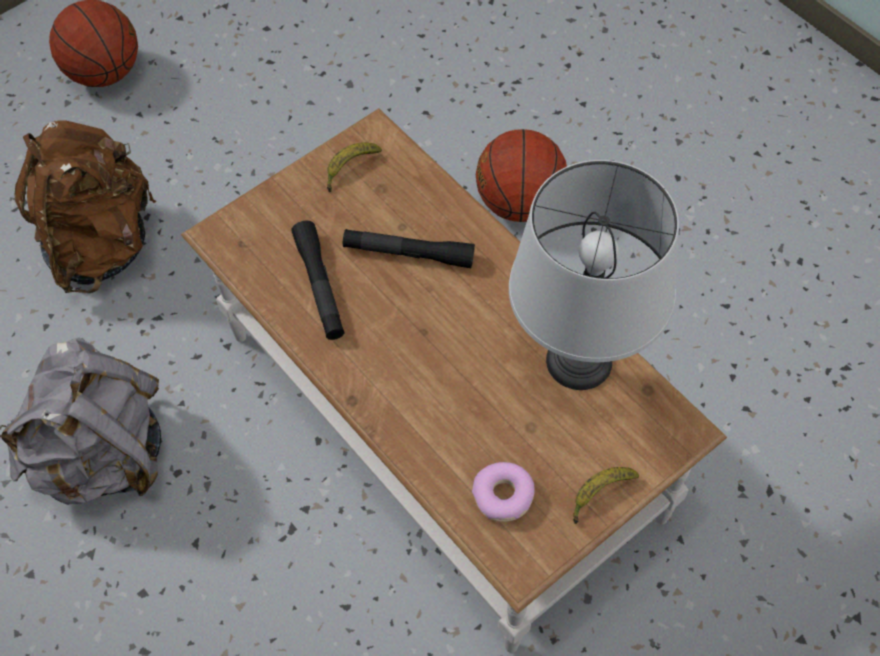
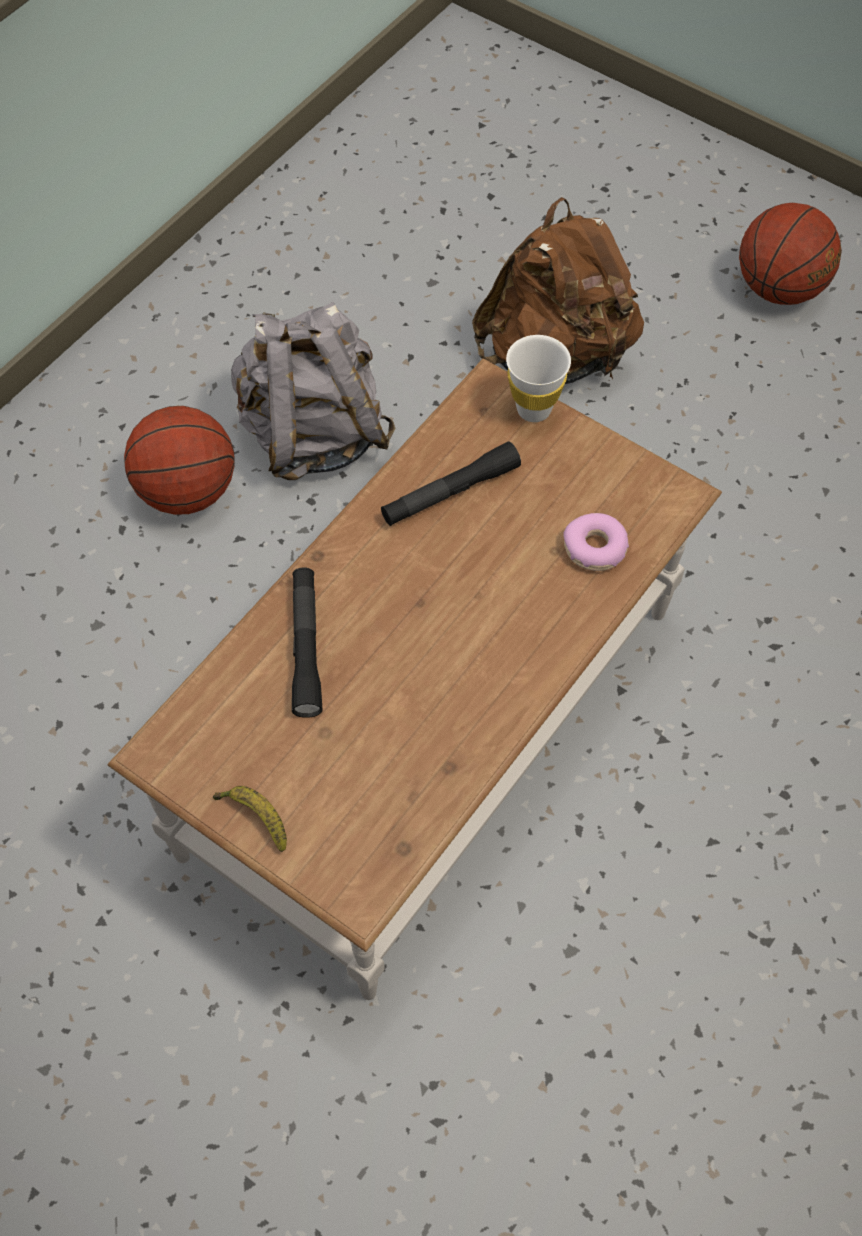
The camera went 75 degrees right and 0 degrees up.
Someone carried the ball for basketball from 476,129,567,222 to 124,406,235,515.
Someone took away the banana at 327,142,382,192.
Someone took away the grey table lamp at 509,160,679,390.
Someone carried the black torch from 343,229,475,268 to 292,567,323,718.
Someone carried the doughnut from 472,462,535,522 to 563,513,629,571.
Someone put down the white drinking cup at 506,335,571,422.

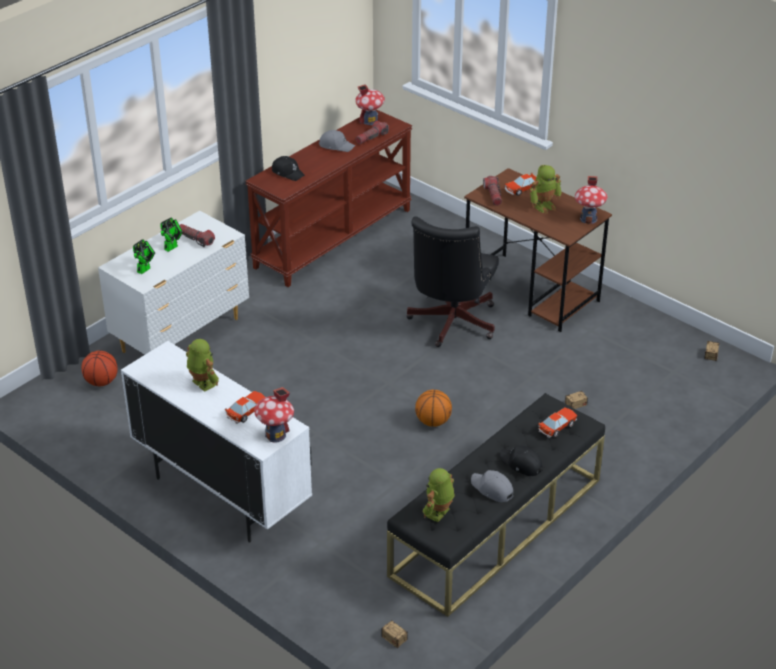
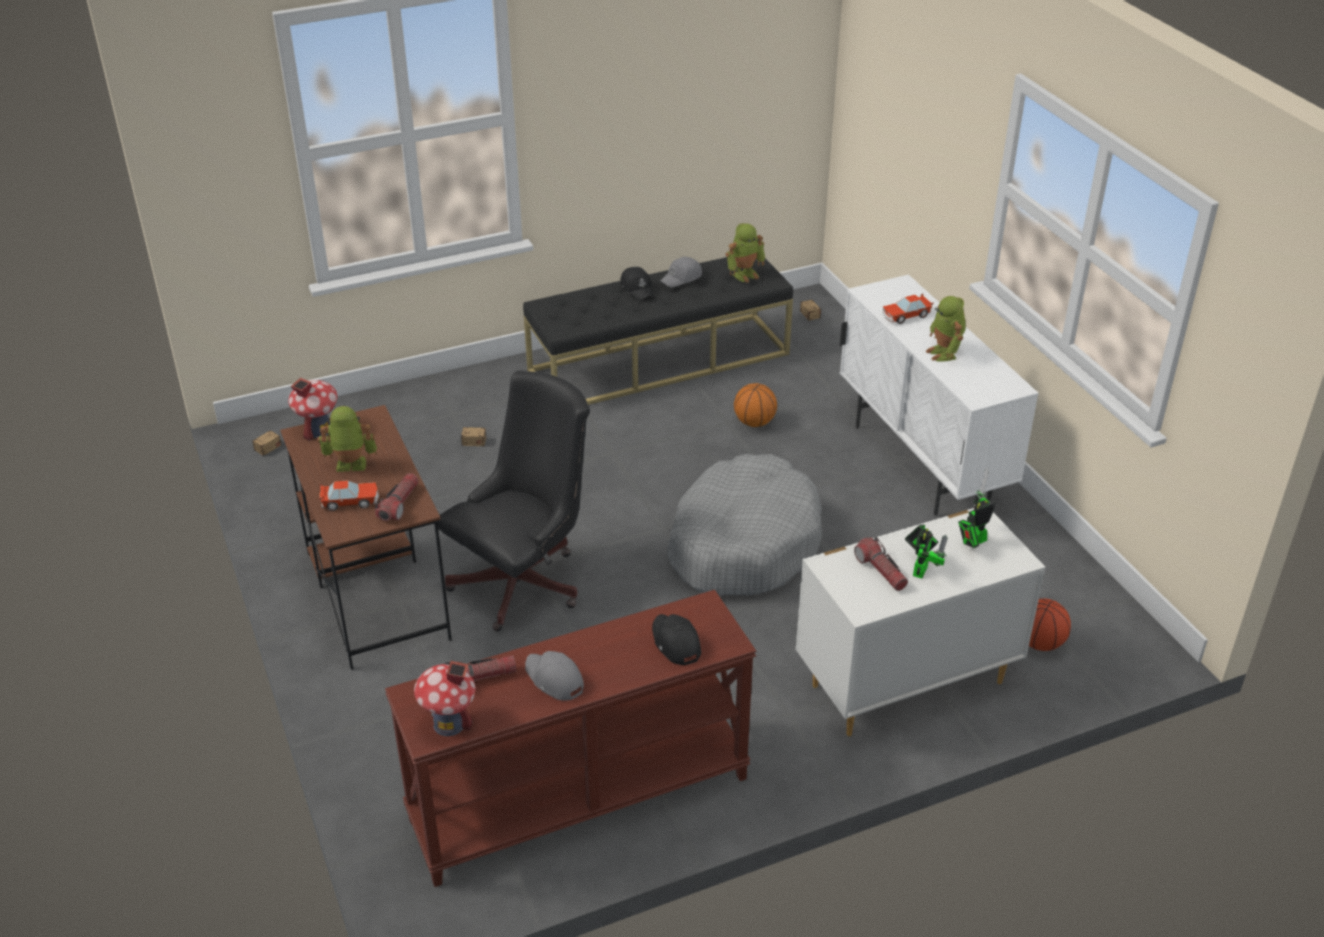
The camera went 155 degrees left and 0 degrees up.
Someone rotated the toy robot at 160,218,183,252 by 135 degrees clockwise.
Someone took away the miniature house at 254,387,294,443.
Someone carried the ball for basketball from 415,389,452,427 to 734,383,777,427.
Someone took away the toy car at 538,407,577,438.
Someone rotated the grey peaked cap at 471,470,513,502 by 75 degrees clockwise.
Someone put down the grey pet bed at 667,454,822,596.

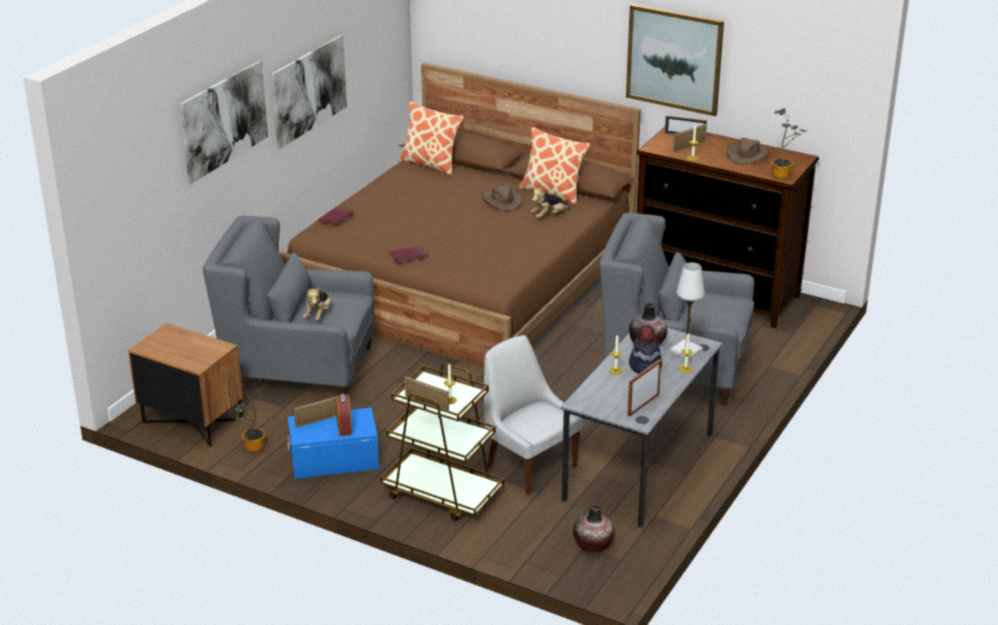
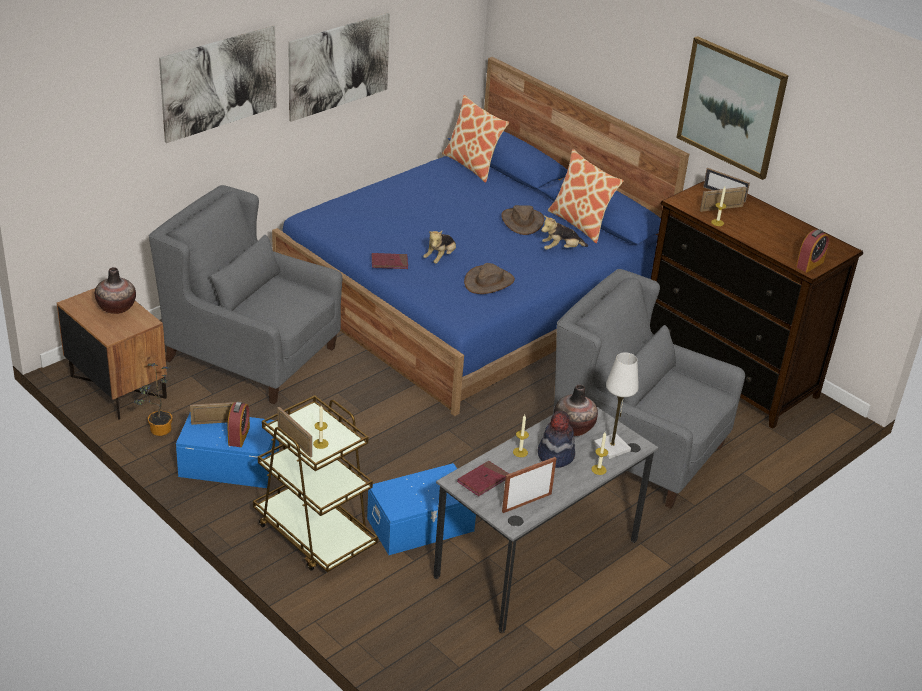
The camera went 15 degrees right and 5 degrees up.
Someone repainted the brown-coloured bedroom bed at 279,63,641,368, which became the bluish bedroom bed at 272,57,689,416.
Someone swapped the plant in a pot at 771,108,808,179 for the bedside clock at 796,229,829,272.
Someone carried the brown-coloured hat from 726,138,770,164 to 464,263,515,294.
Someone carried the red-coloured volume from 319,207,354,225 to 457,461,509,496.
Someone carried the cuddly toy from 303,287,331,321 to 423,231,456,264.
Someone swapped the white plain chair at 484,335,583,495 for the bluish storage bin at 367,463,476,555.
Someone carried the vase from 573,505,615,552 to 95,267,136,314.

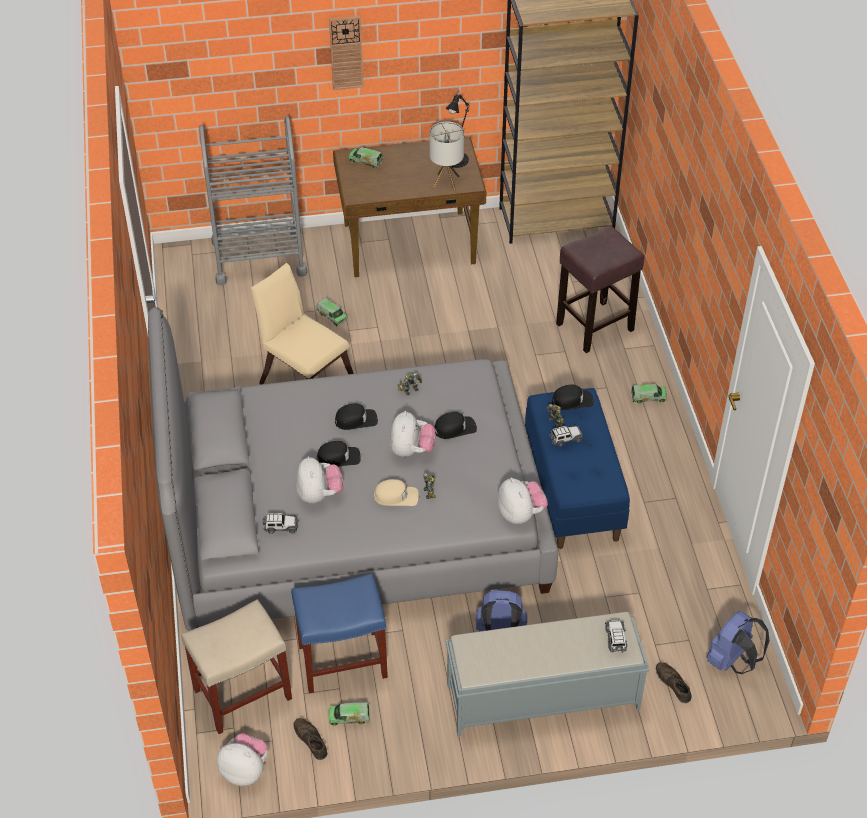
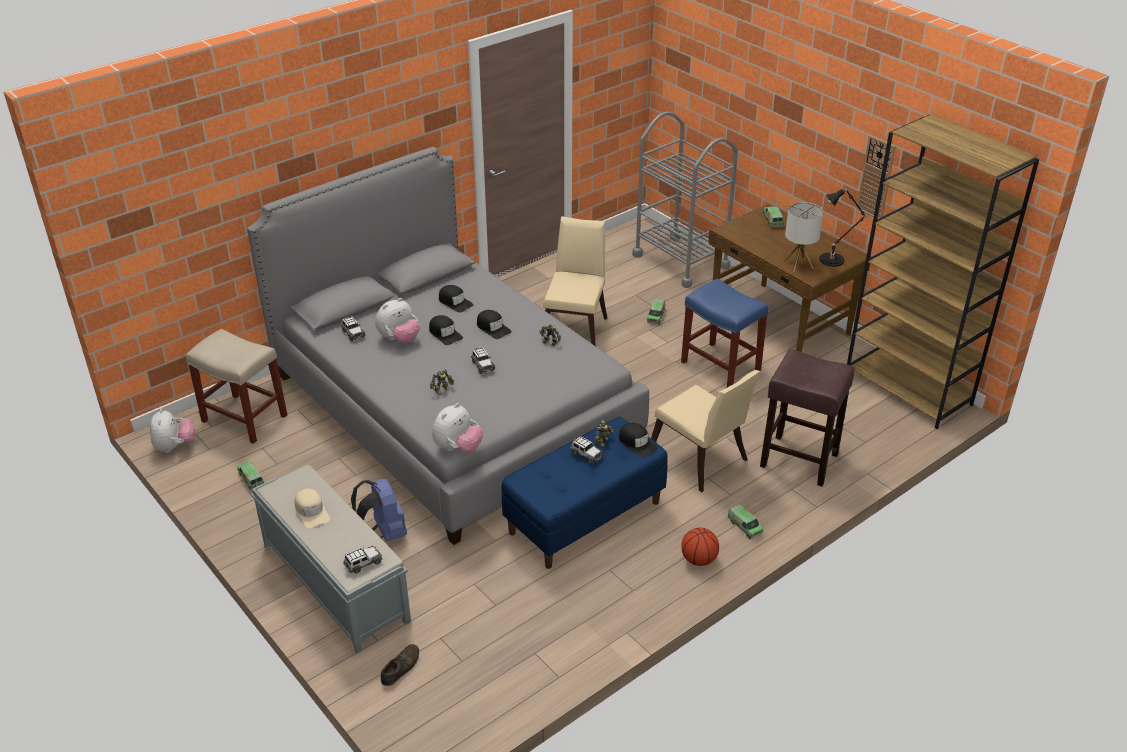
The camera went 60 degrees right and 10 degrees down.
Someone carried the wall clock from 329,16,363,90 to 857,135,896,219.
Someone swapped the cuddly toy at 389,411,435,457 for the toy car at 471,348,495,374.
Someone carried the black peaked cap from 434,412,477,439 to 439,285,473,313.
Someone carried the beige-coloured peaked cap from 374,479,419,506 to 294,489,330,528.
Someone carried the bluish stool seat from 291,573,388,693 to 681,279,769,387.
Someone took away the bluish knapsack at 707,611,769,674.
Someone took away the brown-coloured low shoe at 293,718,327,760.
Someone put down the beige-coloured plain chair at 651,370,760,492.
Someone put down the ball for basketball at 681,528,719,566.

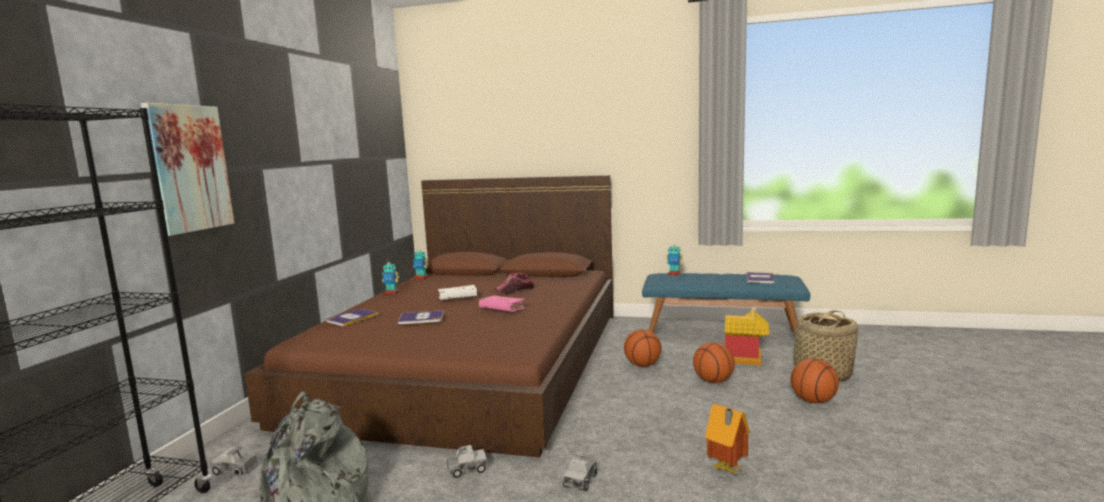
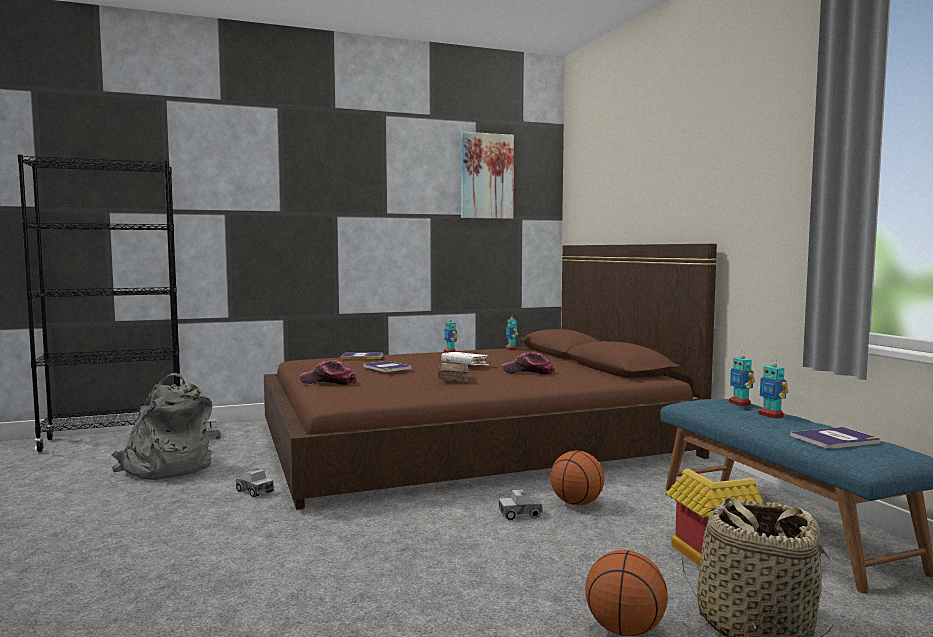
The camera went 55 degrees right and 5 degrees down.
Someone carried the picture from 141,103,234,236 to 461,132,514,219.
Someone repainted the pinkish volume at 479,295,526,312, which became the brown-coloured volume at 438,363,470,383.
Someone took away the ball for basketball at 693,342,735,383.
Someone took away the miniature house at 705,404,750,476.
Someone carried the toy truck from 563,455,597,491 to 499,489,543,521.
Someone put down the toy robot at 758,358,789,418.
Someone put down the peaked cap at 300,360,357,385.

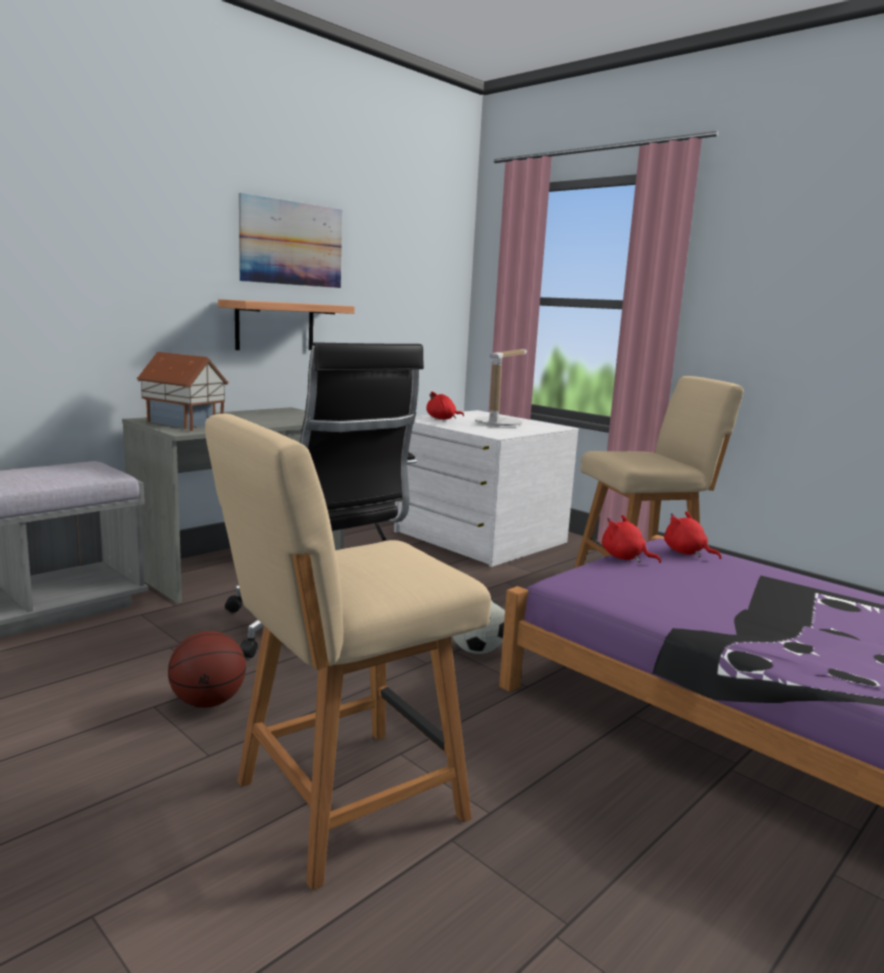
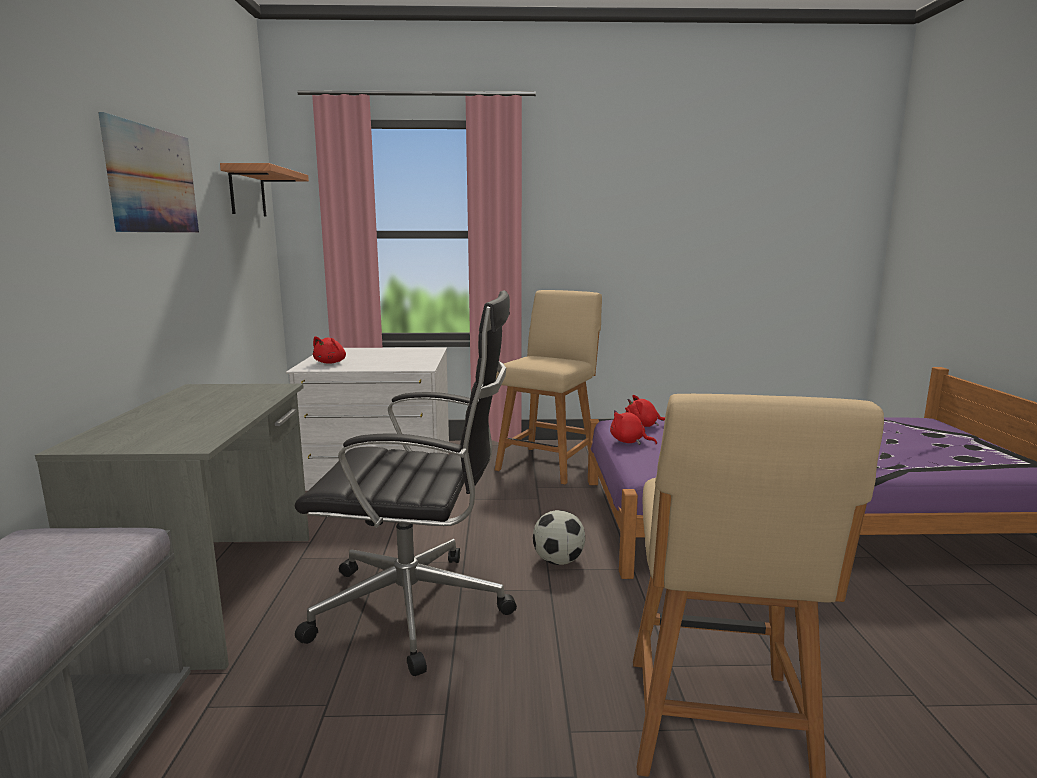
The camera went 45 degrees left and 0 degrees up.
Someone carried the bracket shelf from 218,299,355,350 to 220,163,309,217.
Someone took away the table lamp at 475,349,527,427.
Someone took away the miniature house at 137,352,229,431.
Someone rotated the red-coloured cuddly toy at 602,515,661,563 by 45 degrees clockwise.
Someone took away the ball for basketball at 168,631,246,708.

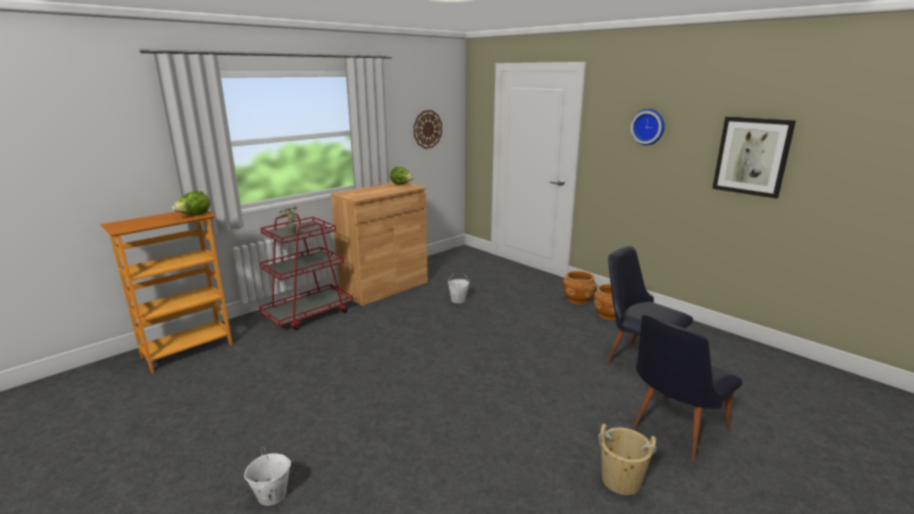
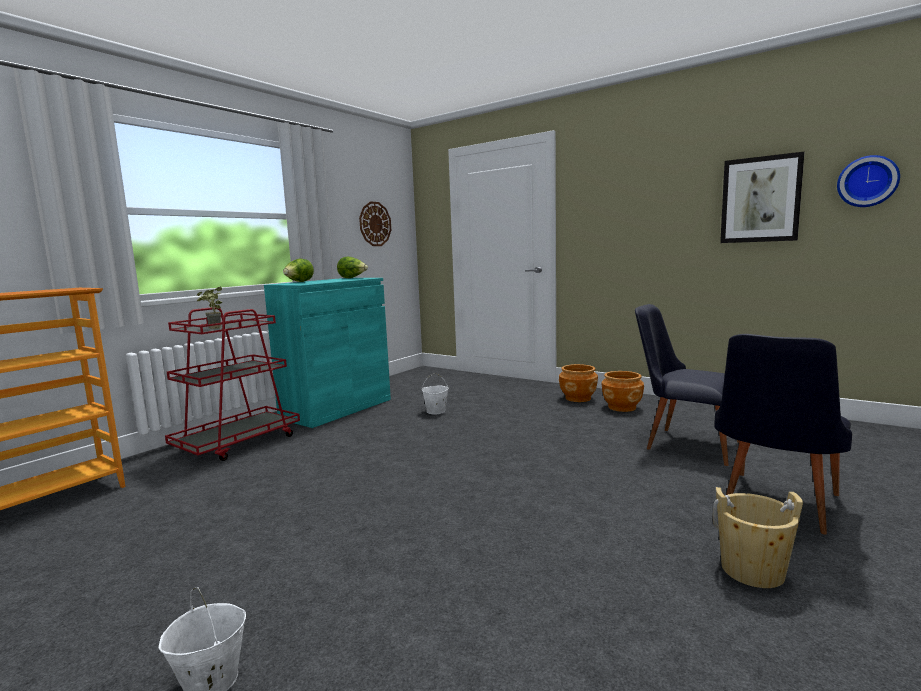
The camera went 10 degrees left and 10 degrees down.
Someone carried the wall clock from 631,109,665,145 to 837,155,900,207.
Someone repainted the brown-coloured storage cabinet at 331,182,428,306, which became the blue-green storage cabinet at 264,278,391,428.
Someone carried the lettuce head from 172,191,210,215 to 283,259,314,282.

